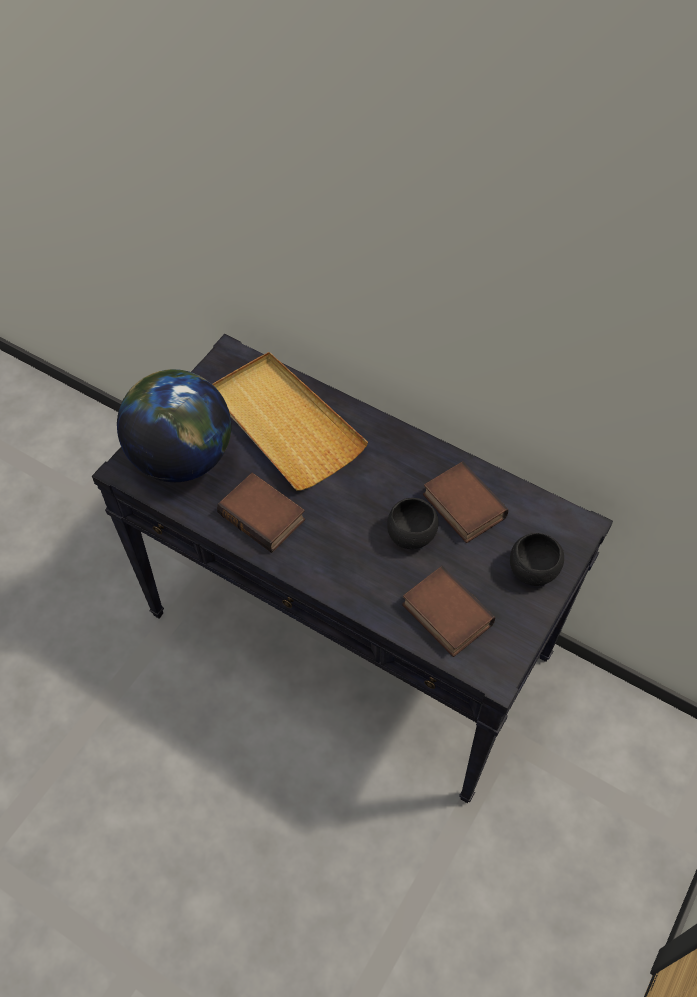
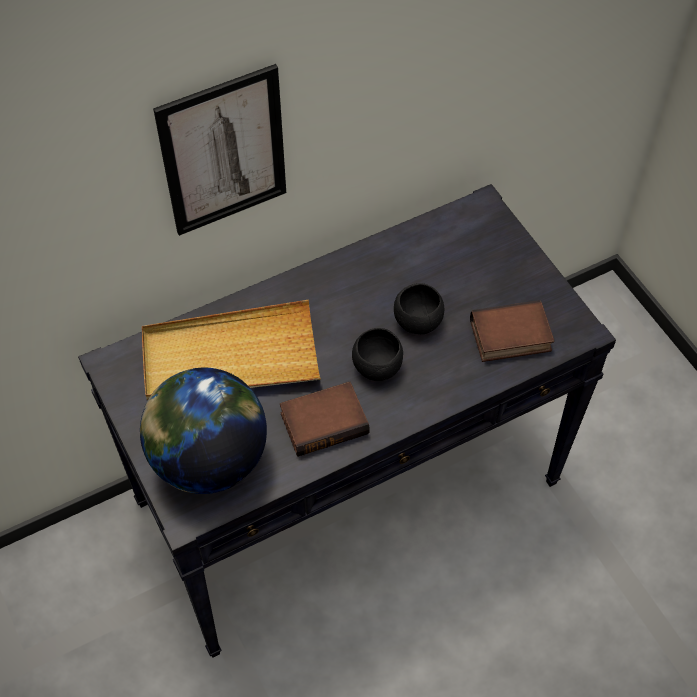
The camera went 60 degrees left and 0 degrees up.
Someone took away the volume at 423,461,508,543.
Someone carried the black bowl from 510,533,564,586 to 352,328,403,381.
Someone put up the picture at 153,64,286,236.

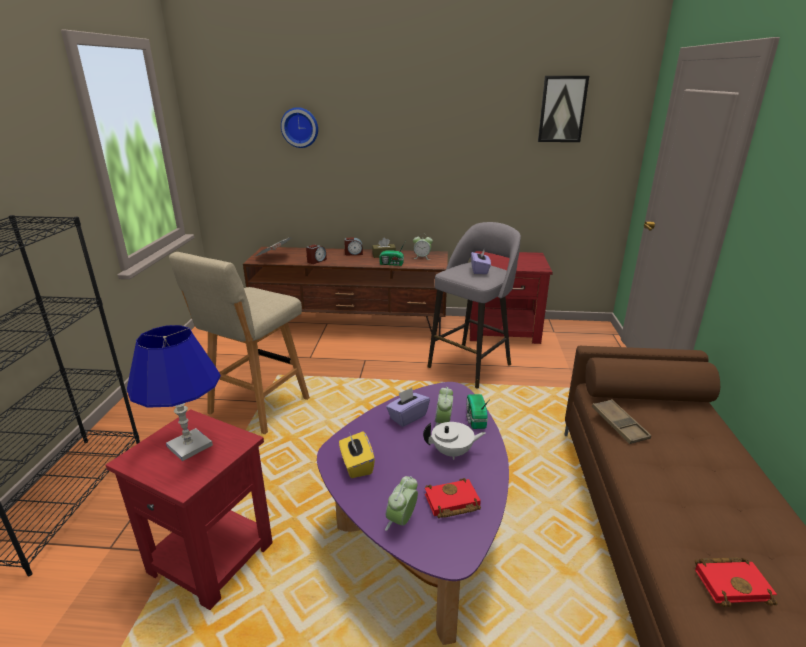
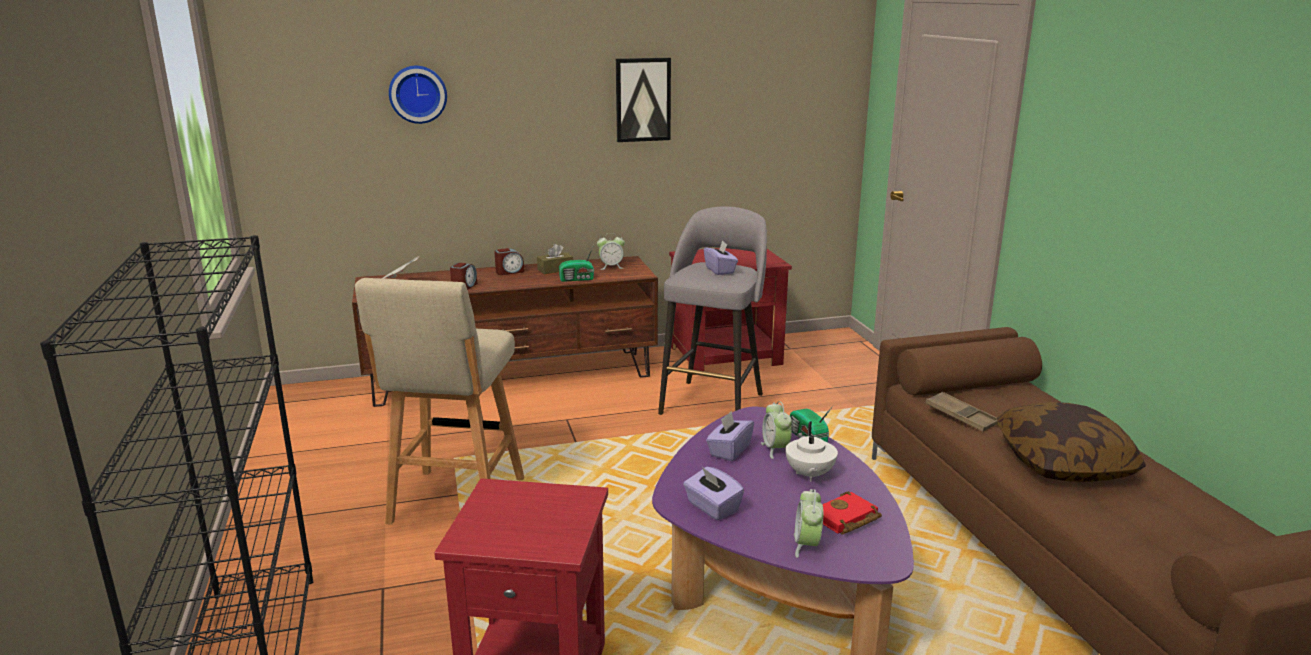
The camera went 20 degrees left and 5 degrees down.
Someone carried the picture from 538,76,589,142 to 616,58,671,142.
Someone took away the bluish table lamp at 127,325,221,461.
Someone rotated the white teapot at 423,422,486,460 by 120 degrees clockwise.
Someone repainted the yellow-coloured tissue box at 339,431,375,478, which became the purplish tissue box at 683,467,744,520.
Someone took away the red-coloured volume at 695,557,778,607.
Someone put down the cushion at 997,402,1146,482.

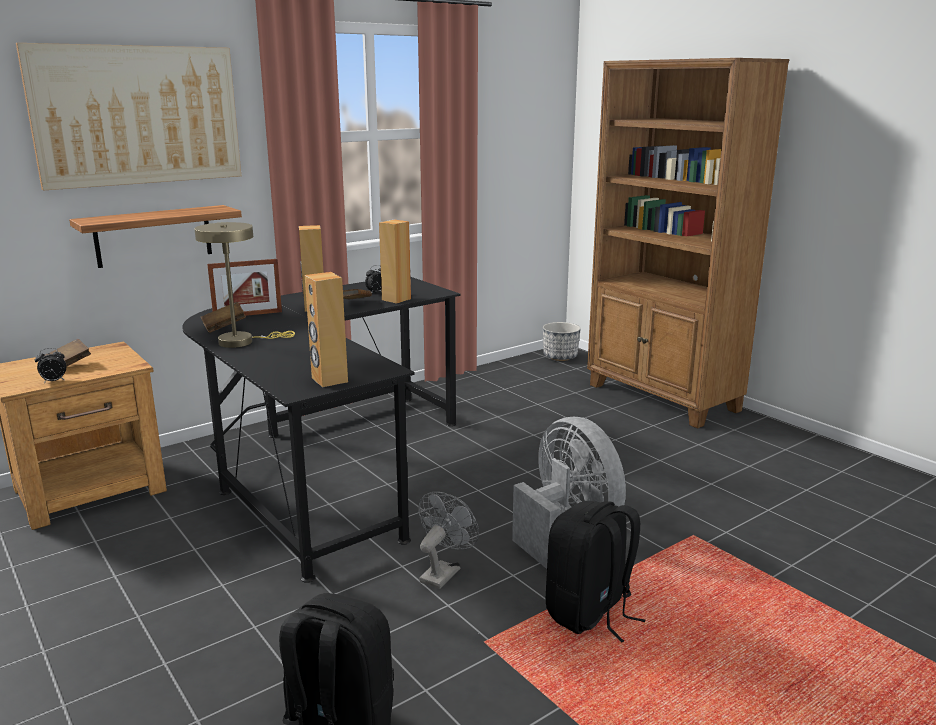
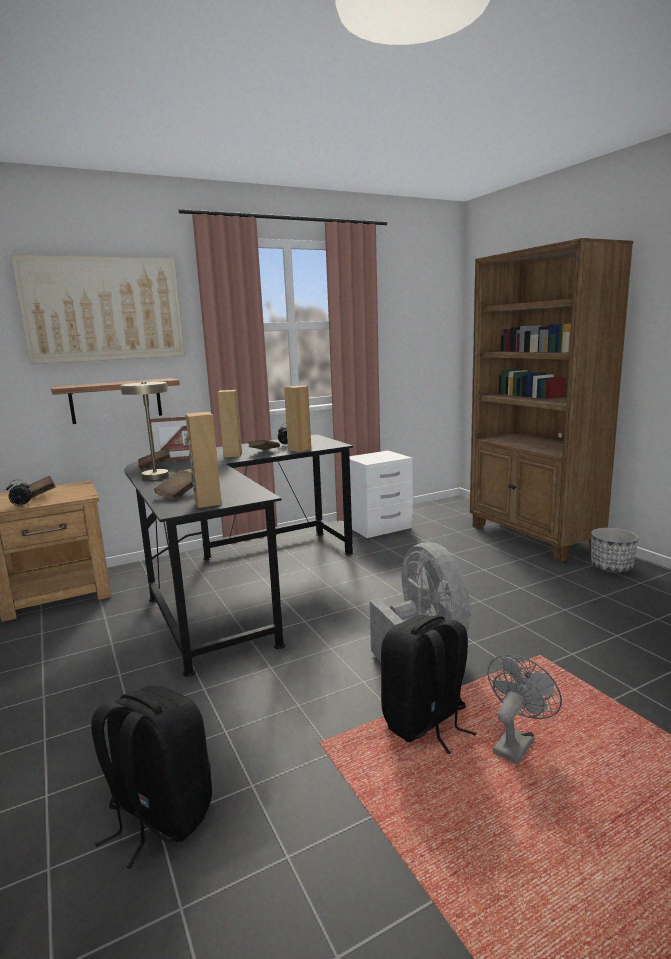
The camera went 10 degrees right and 5 degrees down.
Someone carried the plant pot from 543,322,581,361 to 591,528,639,573.
Someone carried the grey cooling fan from 418,492,479,589 to 487,654,562,764.
Someone put down the white night table at 350,451,413,538.
Someone put down the brown-coloured volume at 154,470,193,500.

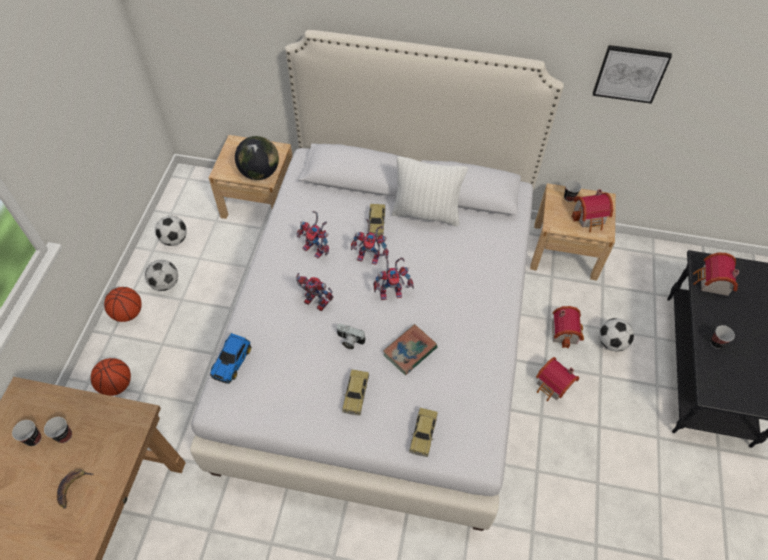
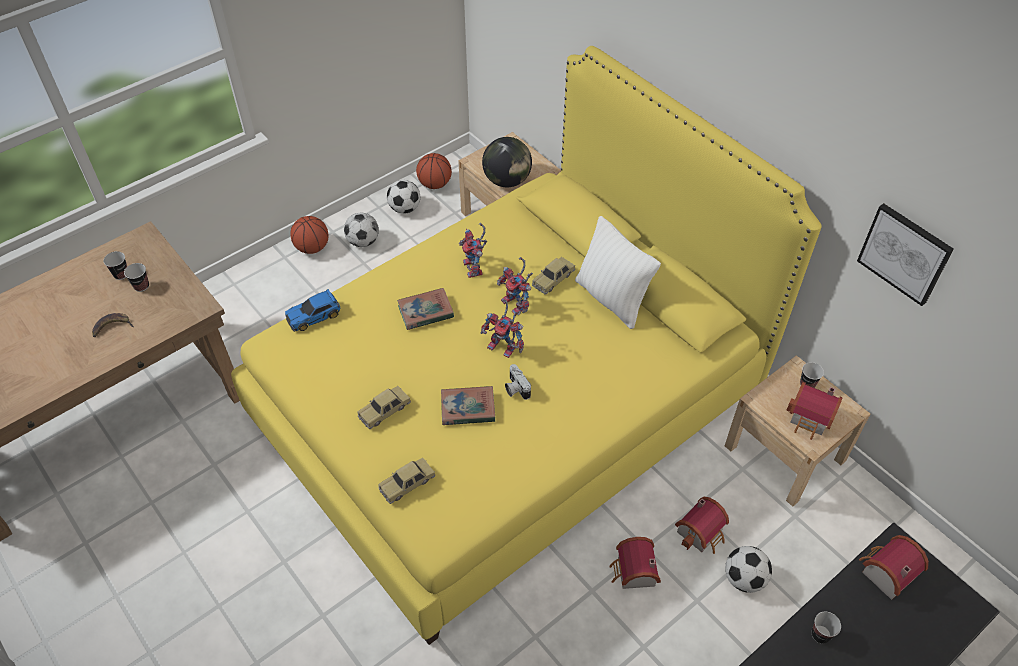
The camera went 40 degrees right and 5 degrees down.
Someone repainted the white bedroom bed at 190,30,564,531, which became the yellow-coloured bedroom bed at 231,46,822,645.
Someone swapped the toy robot at 295,273,334,311 for the volume at 397,288,454,330.
Someone carried the photo camera from 336,324,366,349 to 505,364,531,400.
Someone carried the ball for basketball from 91,358,131,396 to 416,153,452,189.

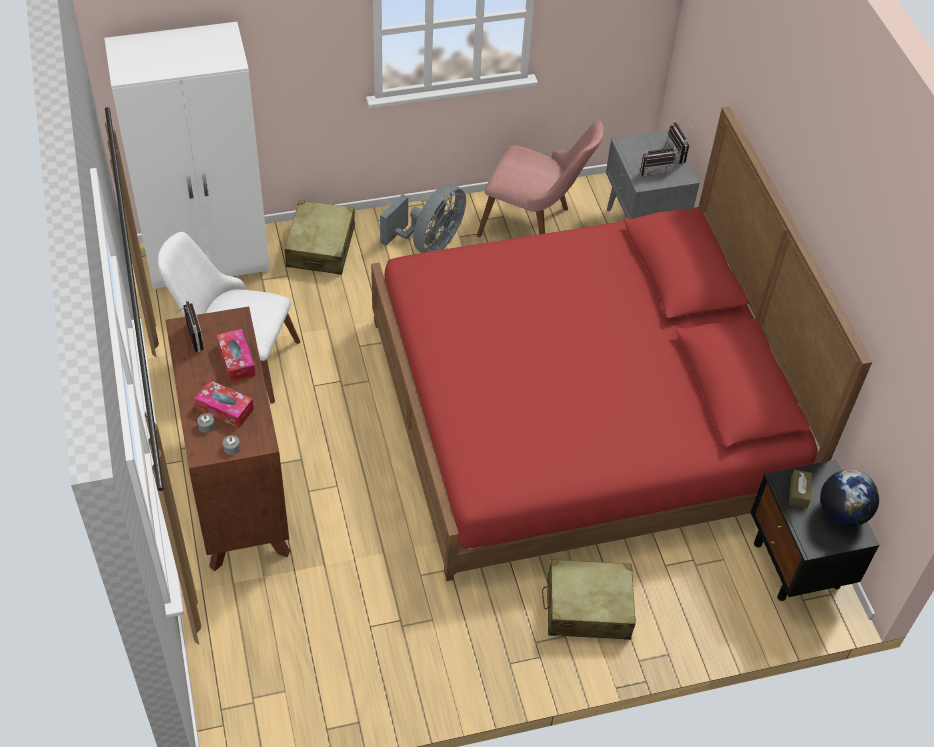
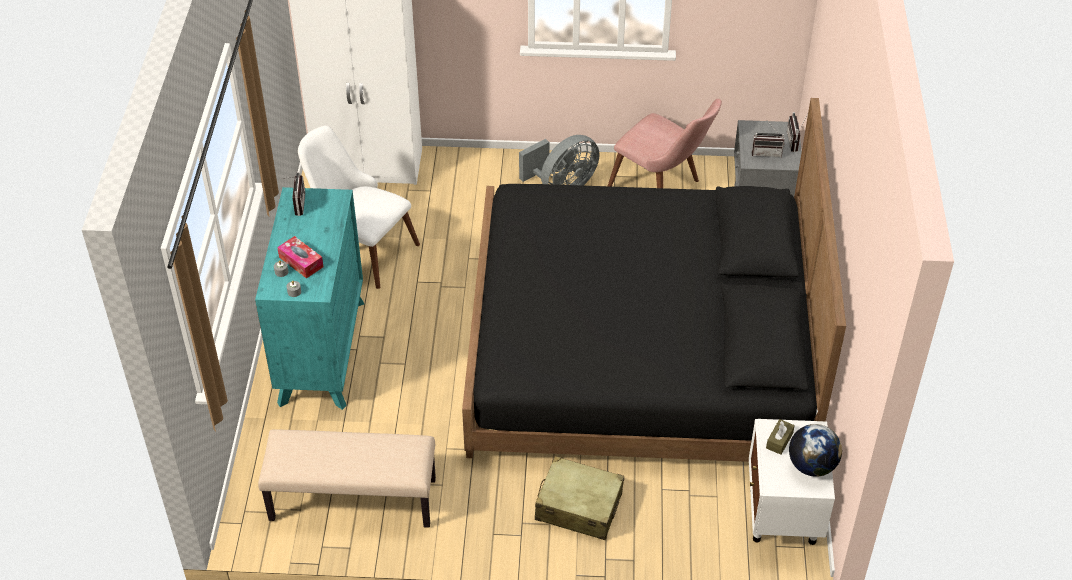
The camera went 20 degrees right and 5 degrees down.
Someone repainted the red-coloured bedroom bed at 371,106,872,581, which became the black bedroom bed at 462,98,846,462.
Someone took away the beige-coloured suitcase at 285,200,355,275.
Someone repainted the brown-coloured chest of drawers at 166,306,290,572, which became the blue-green chest of drawers at 255,187,364,410.
Someone took away the tissue box at 217,329,256,382.
Someone repainted the black night table at 750,460,880,601, which became the white night table at 749,419,835,545.
Someone put down the beige-coloured long seat at 258,430,436,528.

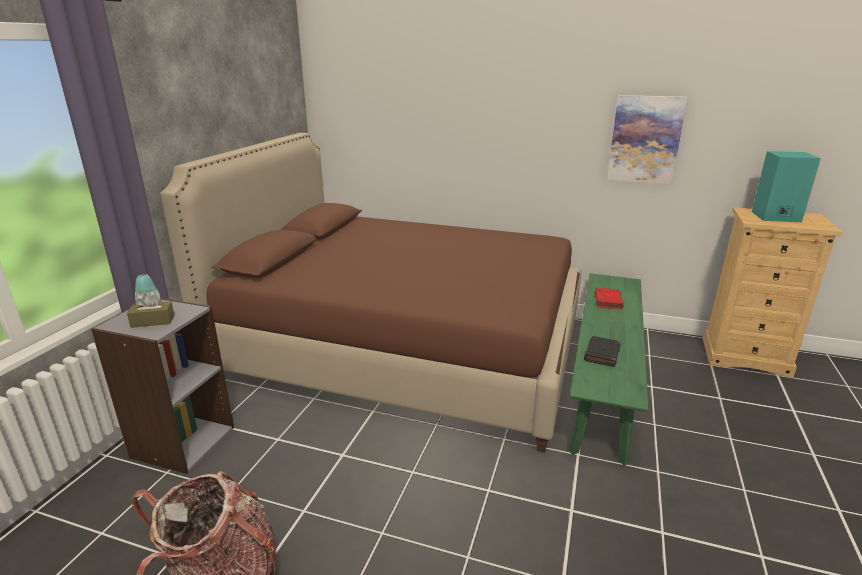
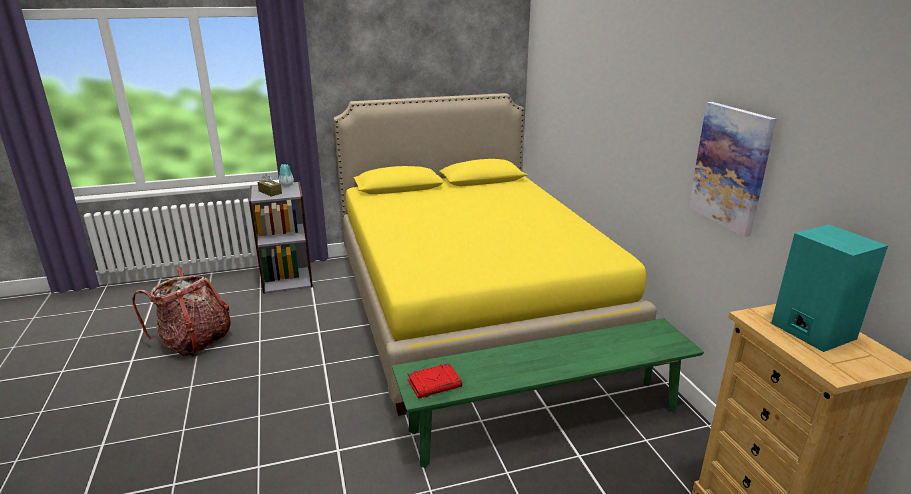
The camera went 55 degrees right and 0 degrees up.
Someone repainted the brown-coloured bedroom bed at 160,133,582,452, which became the yellow-coloured bedroom bed at 333,93,657,416.
Someone carried the red-coloured volume from 595,288,624,309 to 408,363,462,399.
Someone took away the black volume at 584,336,621,367.

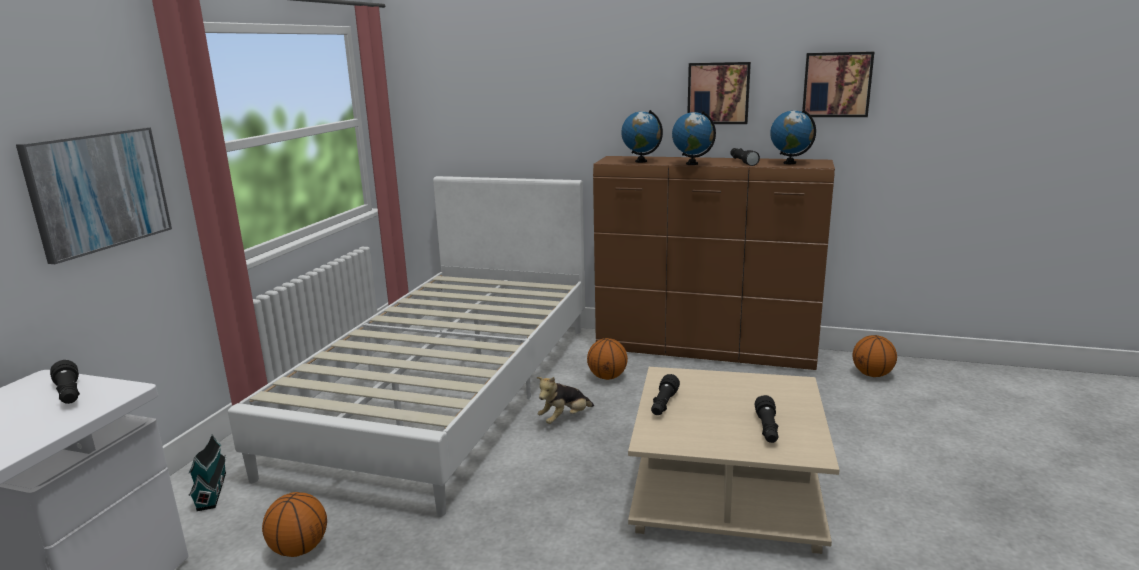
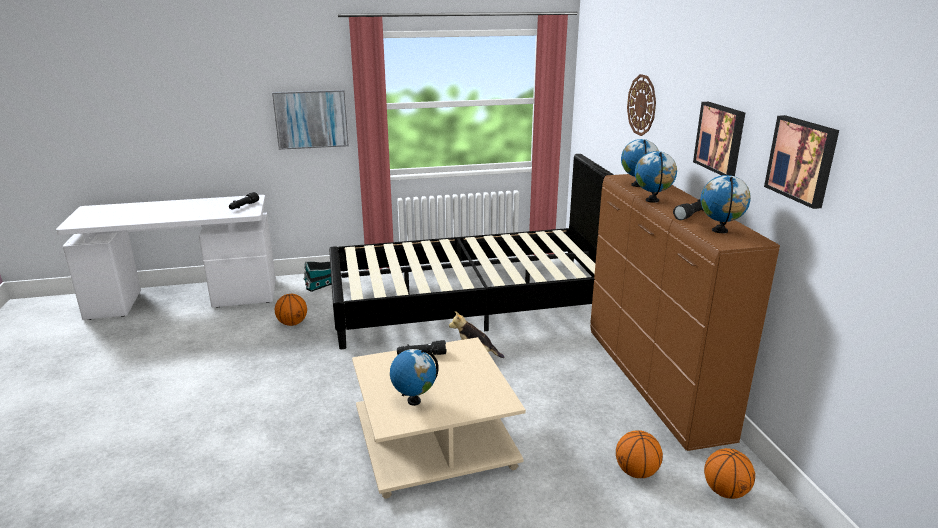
The camera went 60 degrees right and 5 degrees up.
Someone repainted the white bedroom bed at 228,176,585,517, which became the black bedroom bed at 329,154,614,349.
Someone carried the ball for basketball from 587,338,628,380 to 616,430,663,478.
Someone swapped the black torch at 755,395,778,443 for the globe at 390,348,439,406.
Someone put up the wall clock at 627,74,656,136.

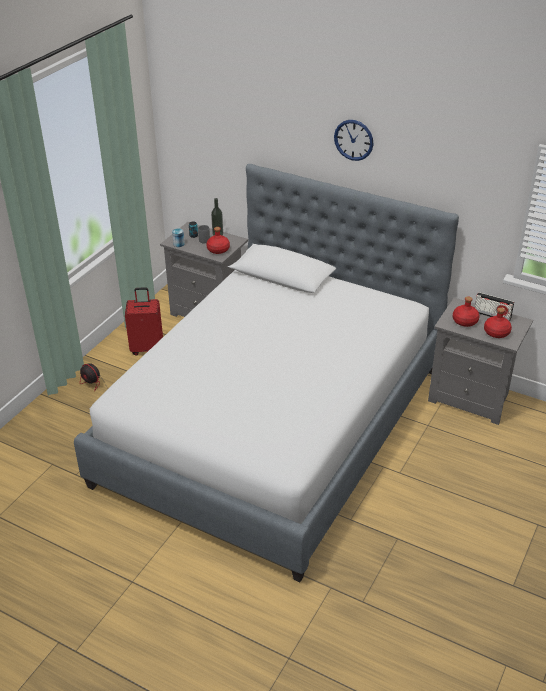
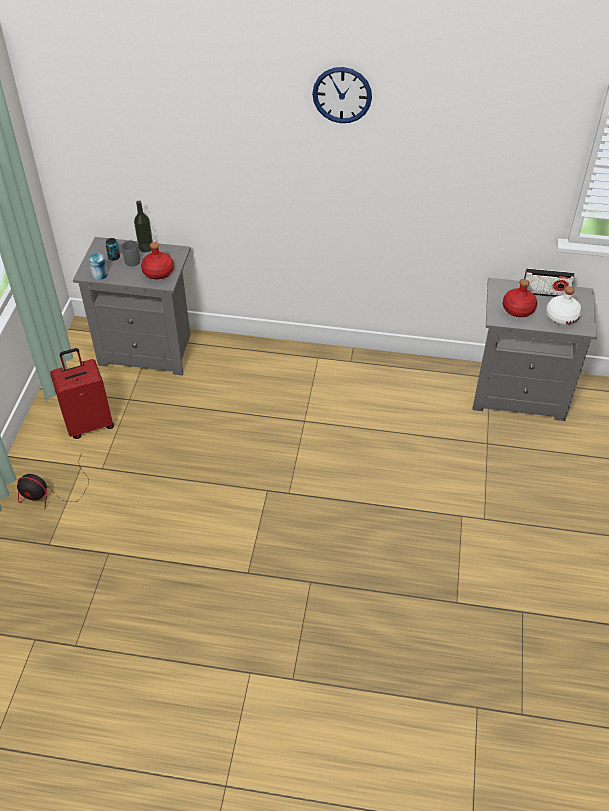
The camera went 20 degrees left and 10 degrees up.
Someone took away the bedroom bed at 74,164,459,582.
Someone repainted the red-coloured beverage bottle at 484,308,512,338, which became the white beverage bottle at 546,286,582,325.

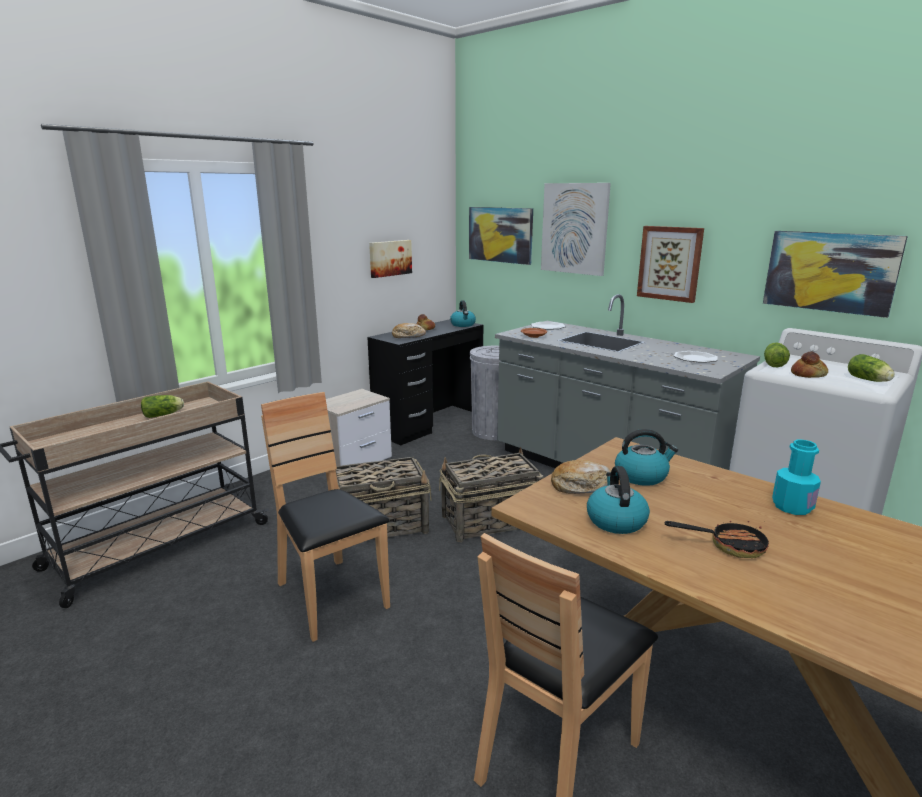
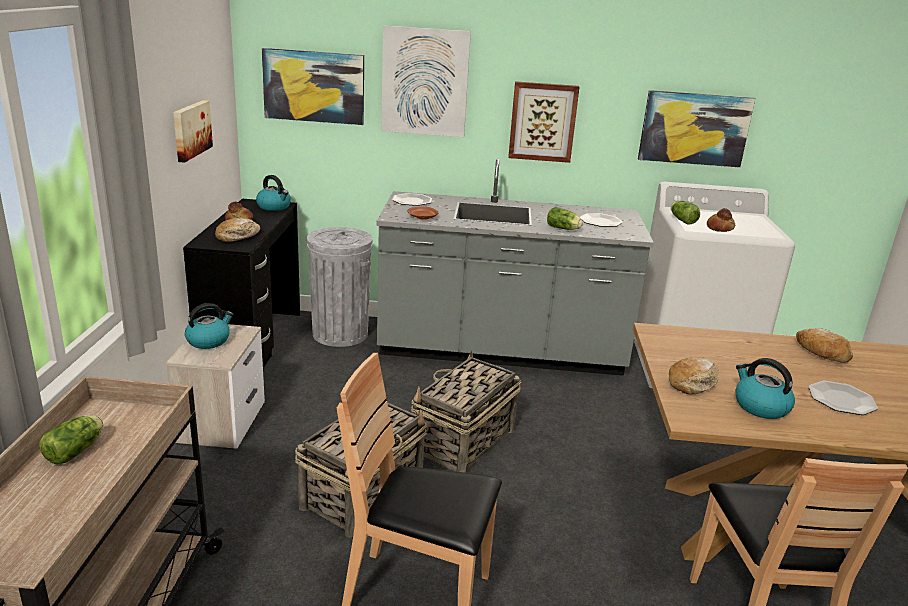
The camera went 40 degrees left and 5 degrees up.
Someone carried the lettuce head from 848,354,895,382 to 547,207,583,230.
Someone carried the water kettle from 615,429,678,486 to 185,303,233,349.
Someone swapped the blue-green beverage bottle at 772,440,821,515 for the baked bread at 796,328,853,363.
Someone swapped the skillet at 664,521,769,558 for the dinner plate at 808,381,878,415.

